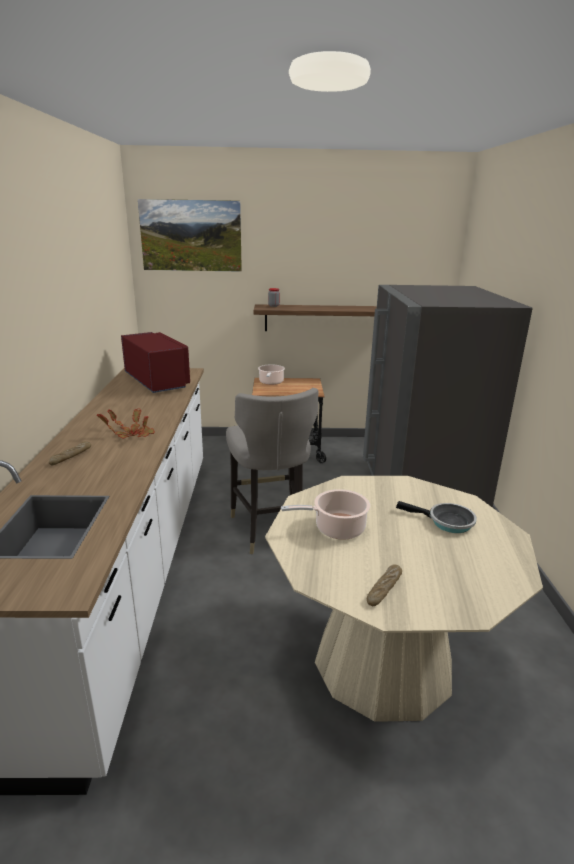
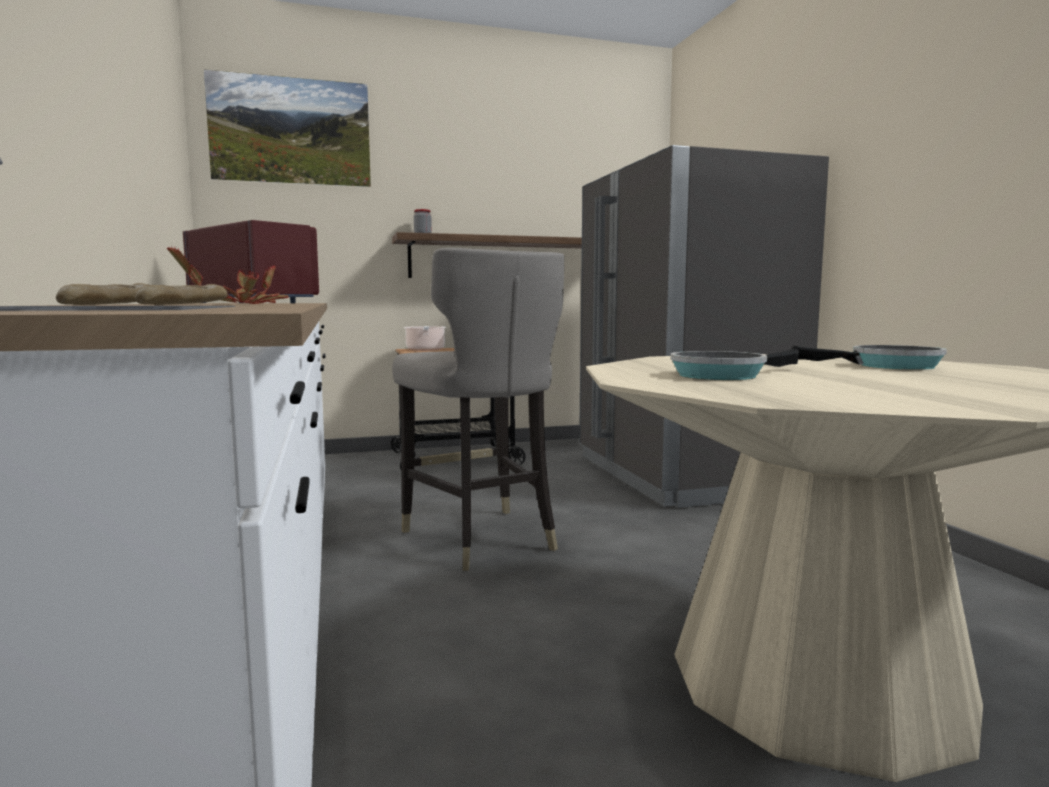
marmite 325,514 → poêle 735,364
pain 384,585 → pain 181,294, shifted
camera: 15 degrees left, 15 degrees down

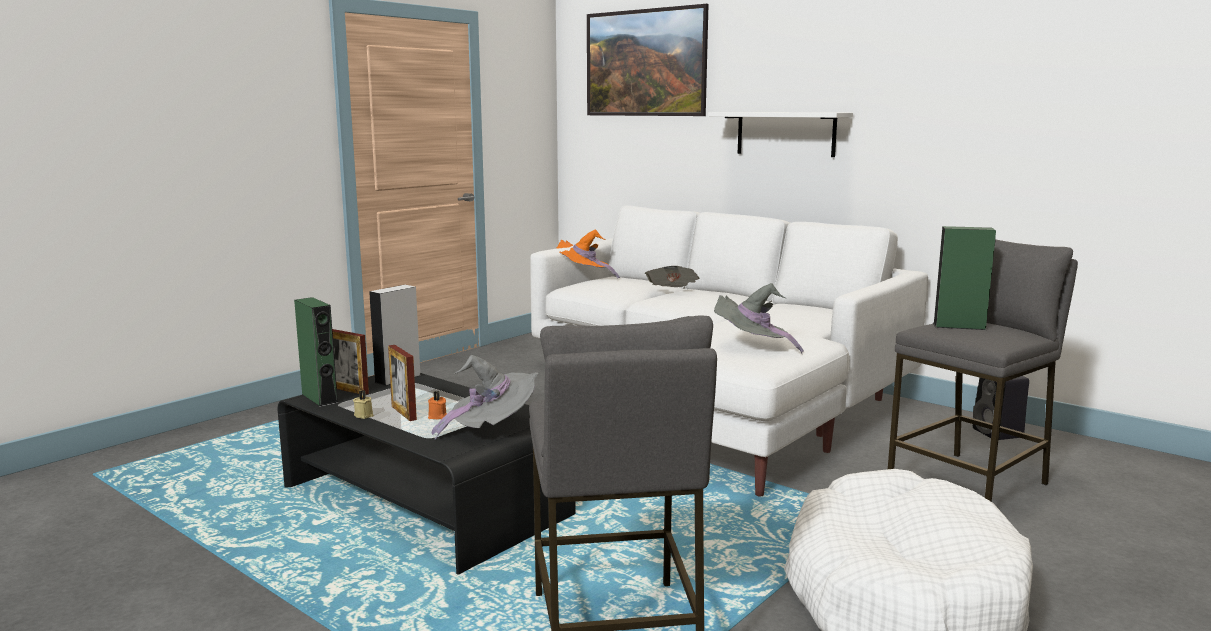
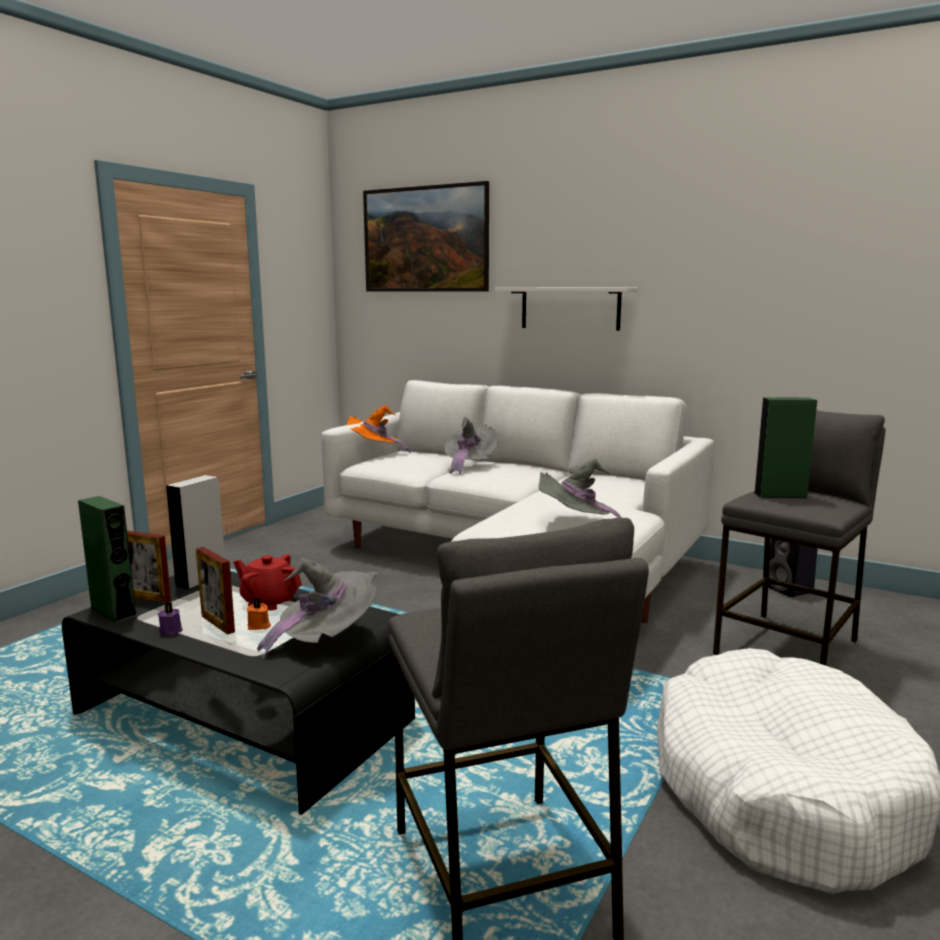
journal 672,276 → chapeau (gris) 471,446
bougie (beige) 363,404 → bougie (violet) 170,618
- → théière (rouge) 267,582
camera: 10 degrees left, 0 degrees up

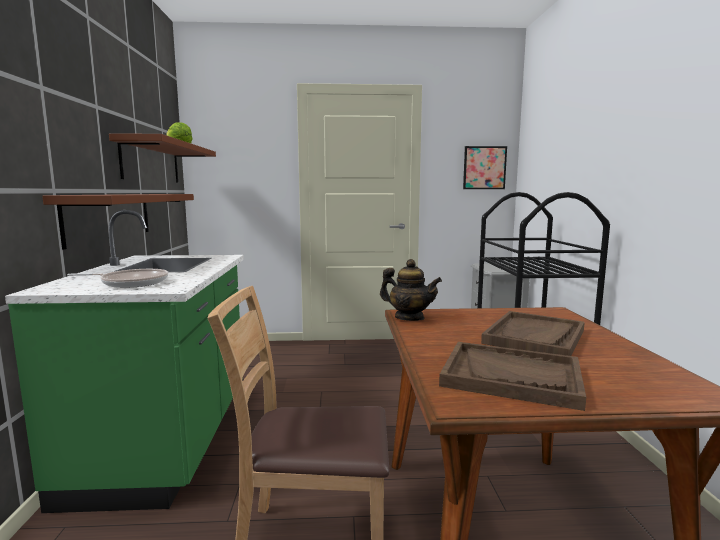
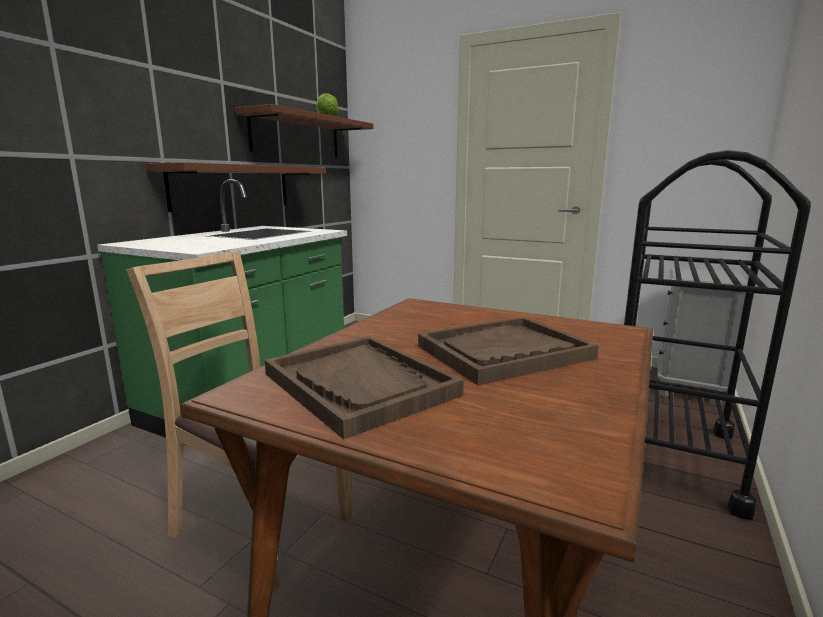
tableau 485,167 → -
théière 411,290 → -
poêle 117,278 → -
camera: 30 degrees right, 5 degrees up

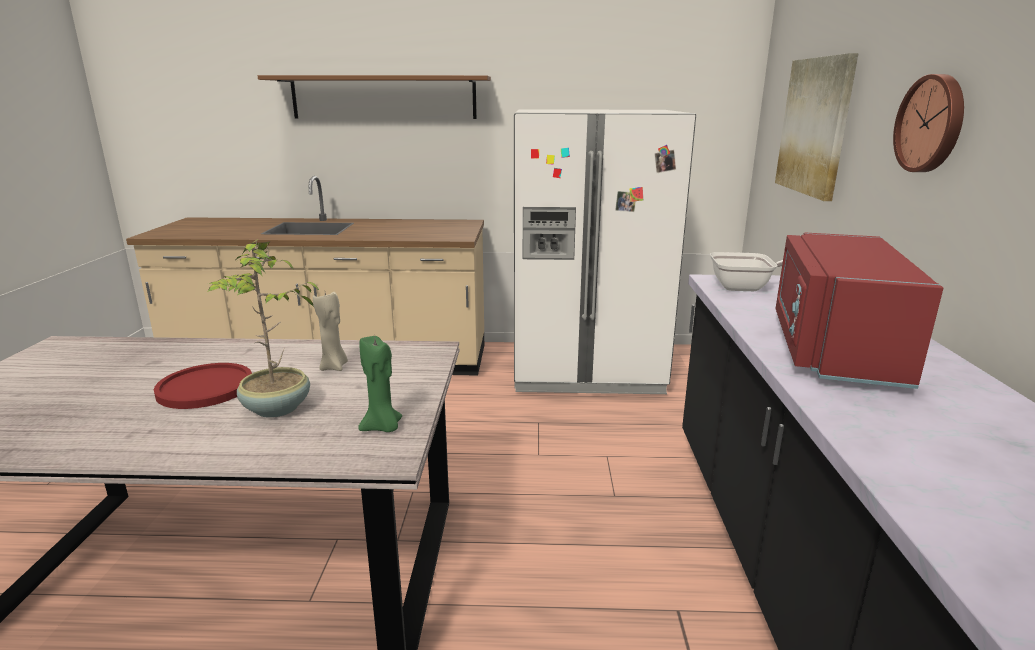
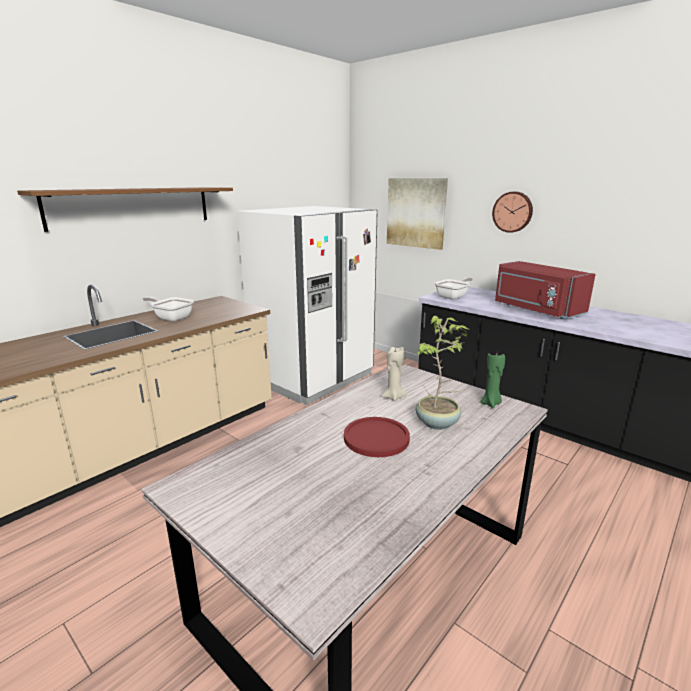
- → poêle 168,309
camera: 50 degrees left, 0 degrees up

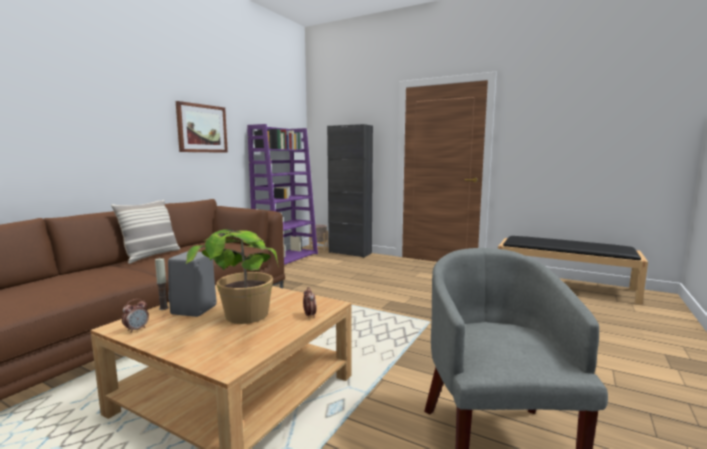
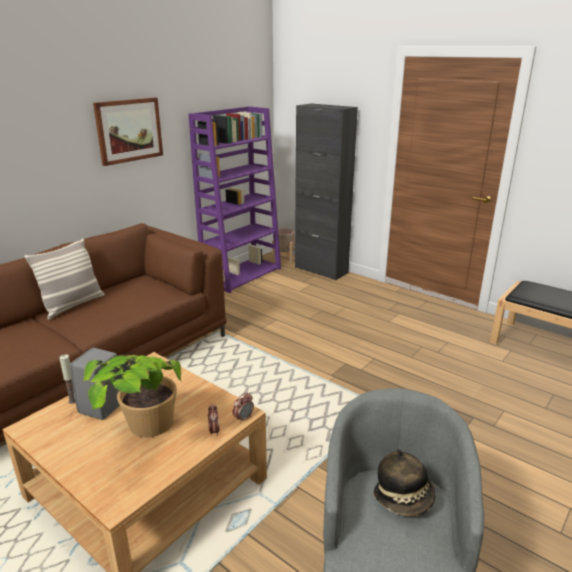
réveil 135,316 → réveil 243,407, shifted
- → chapeau 405,482
camera: 10 degrees right, 15 degrees up

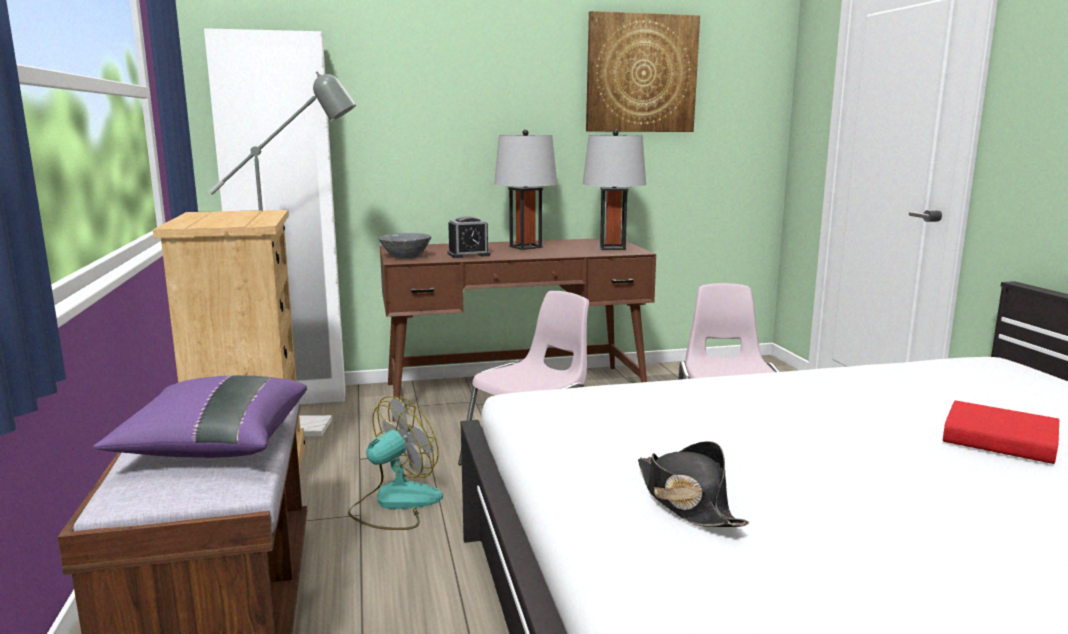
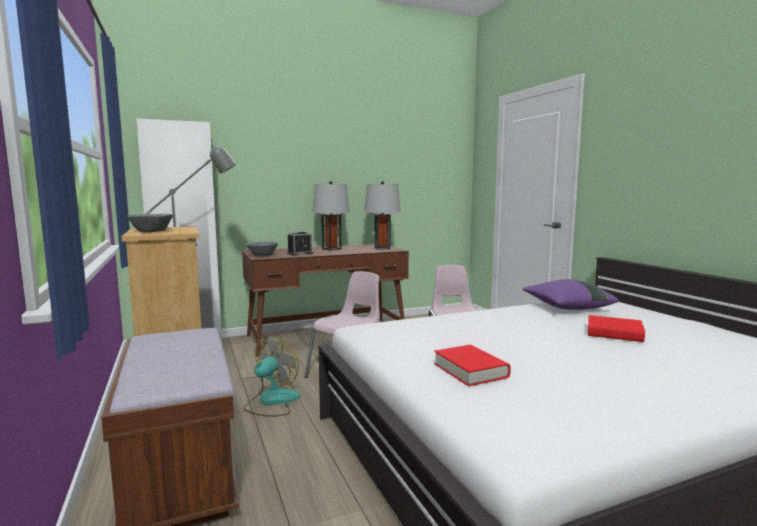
tableau 643,71 → -
coussin (violet) 200,416 → coussin (violet) 570,294, shifted
chapeau (noir) 693,484 → livre (rouge) 472,365
- → bol (gris) 150,223
camera: 10 degrees left, 5 degrees down

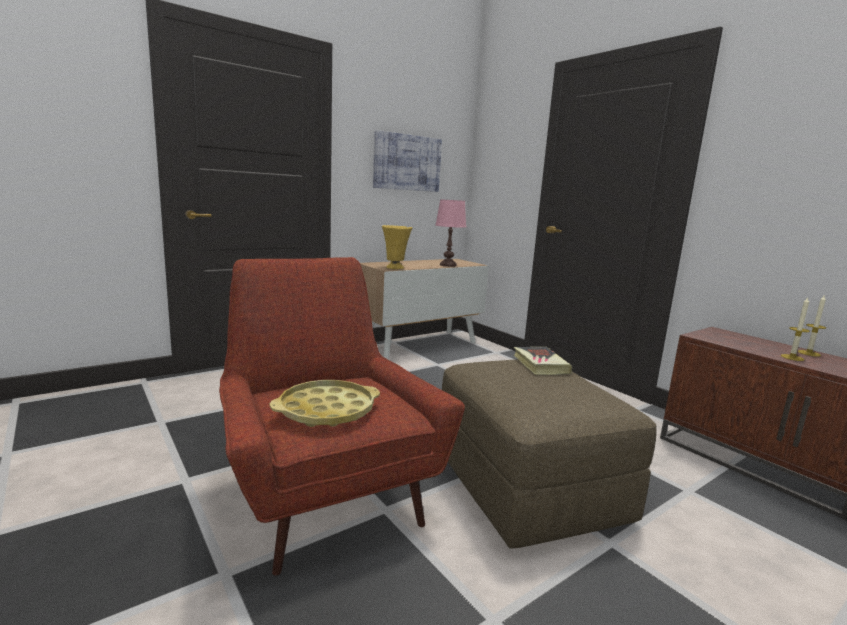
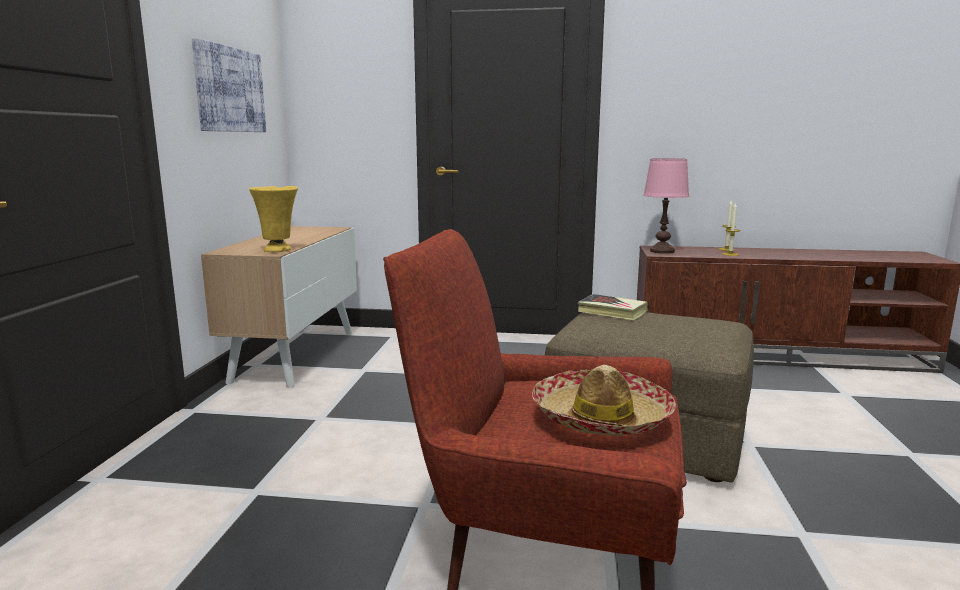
lampe de table (rose) 450,233 → lampe de table (rose) 666,206, shifted
plateau (jaune) 325,403 → chapeau 604,400
camera: 45 degrees left, 0 degrees up

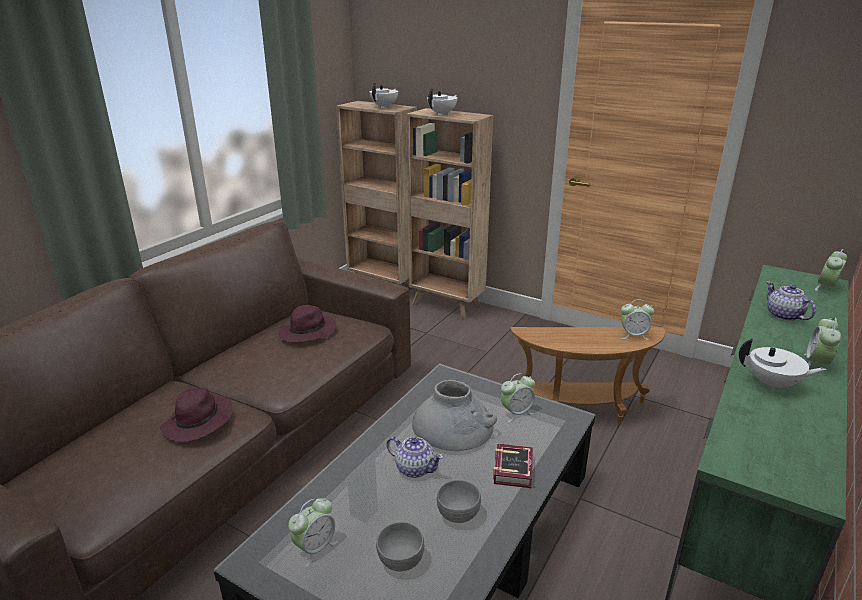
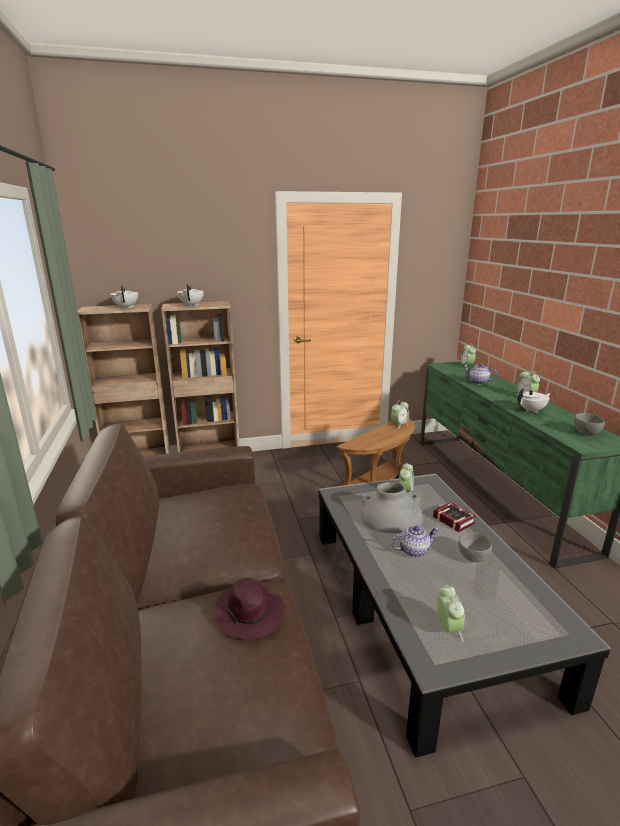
chapeau (violet) 307,323 → -
bol (gris) 400,547 → bol (gris) 589,424, shifted
camera: 45 degrees left, 5 degrees down

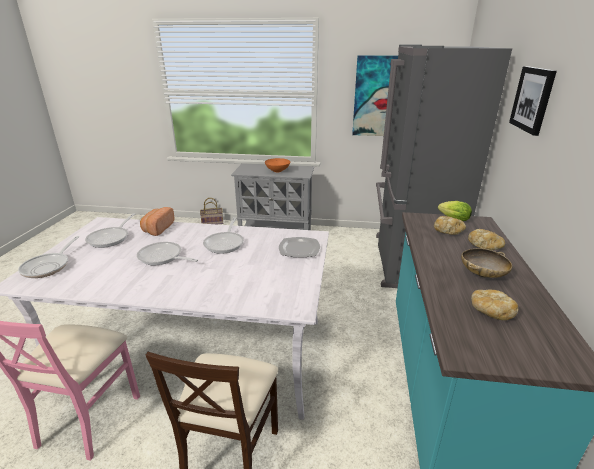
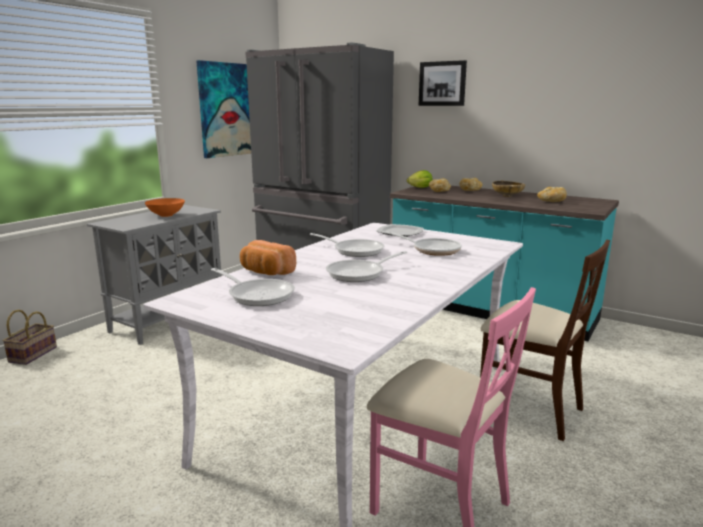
poêle 48,257 → poêle 424,244, shifted
camera: 65 degrees left, 10 degrees down

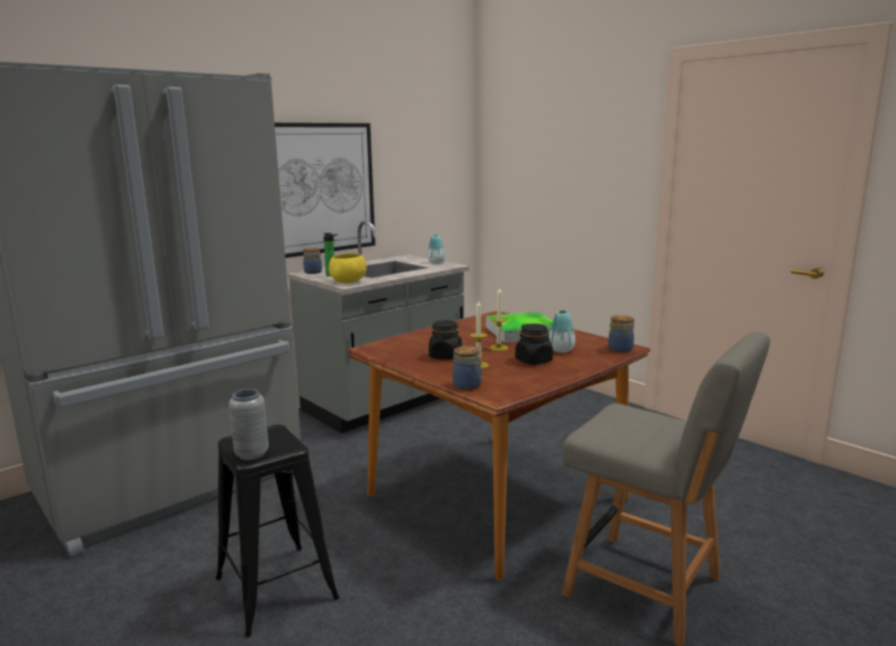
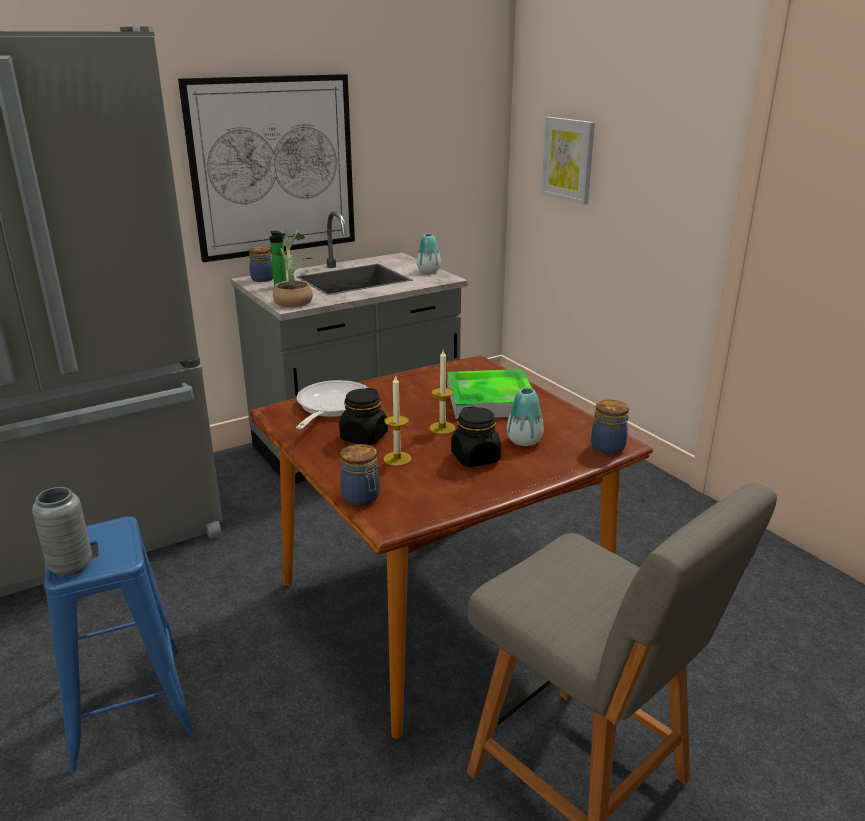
bol (jaune) 348,268 → plante en pot 293,268
tabouret (noir) 278,531 → tabouret (bleu) 119,645
- → tableau 568,161
- → poêle 332,404
camera: 10 degrees right, 10 degrees up

